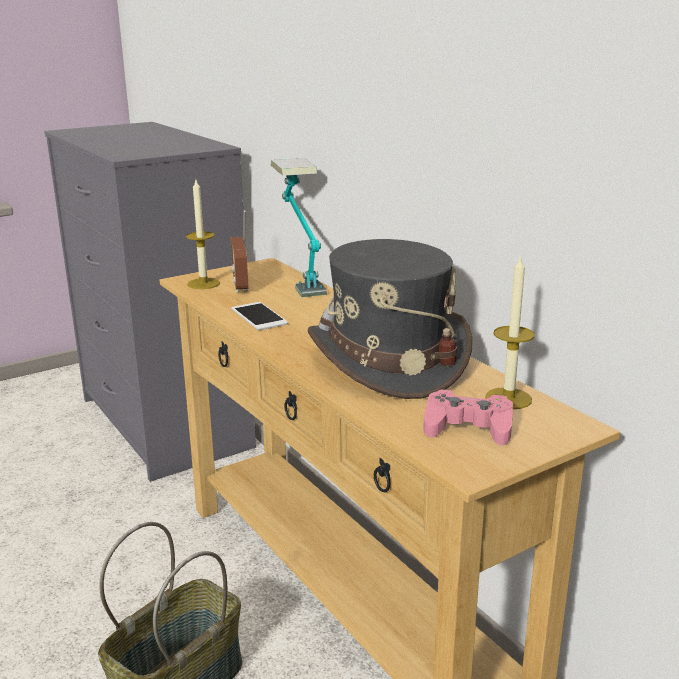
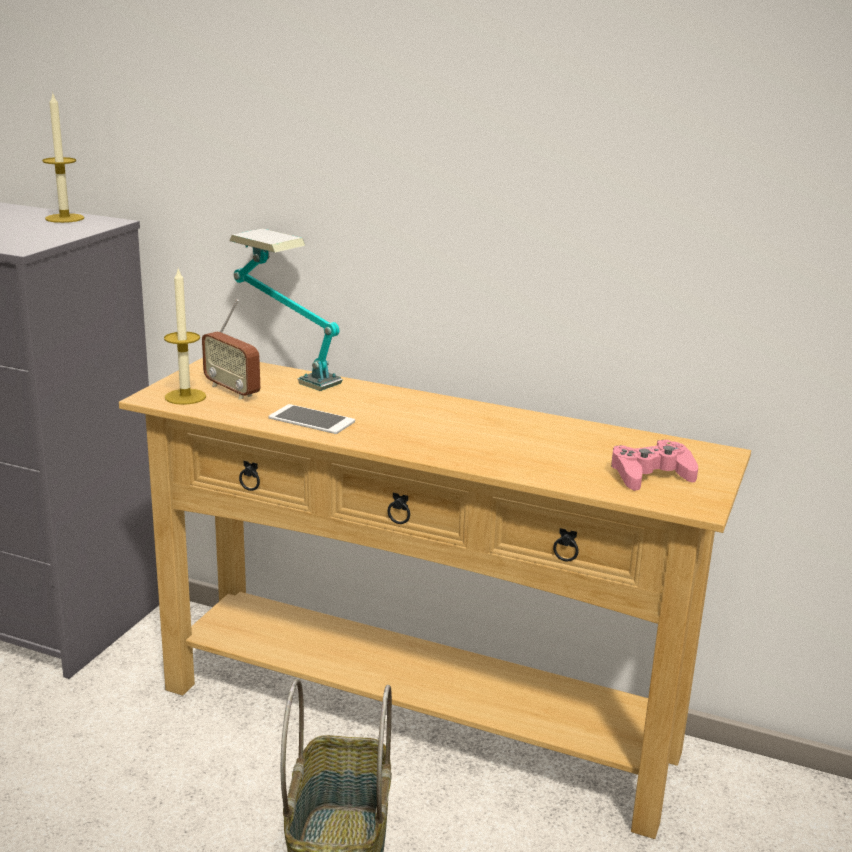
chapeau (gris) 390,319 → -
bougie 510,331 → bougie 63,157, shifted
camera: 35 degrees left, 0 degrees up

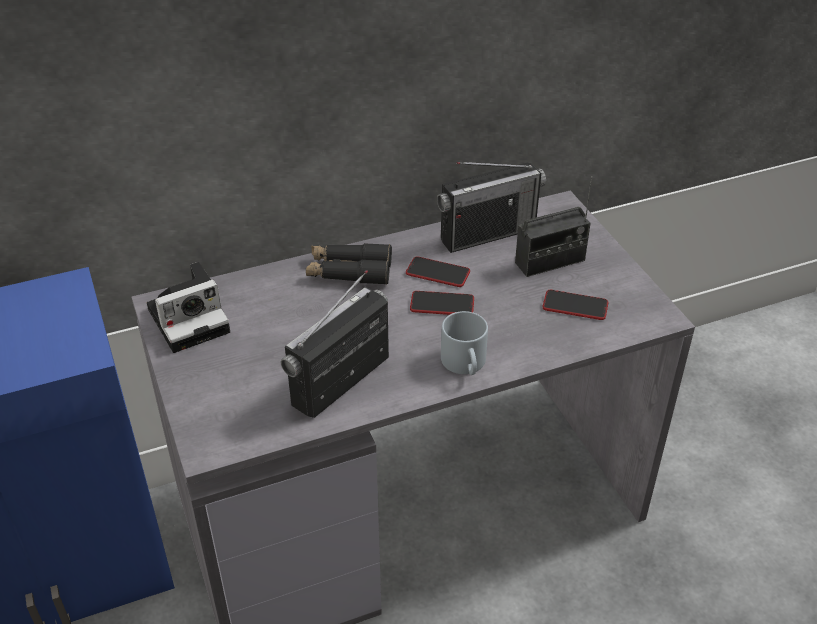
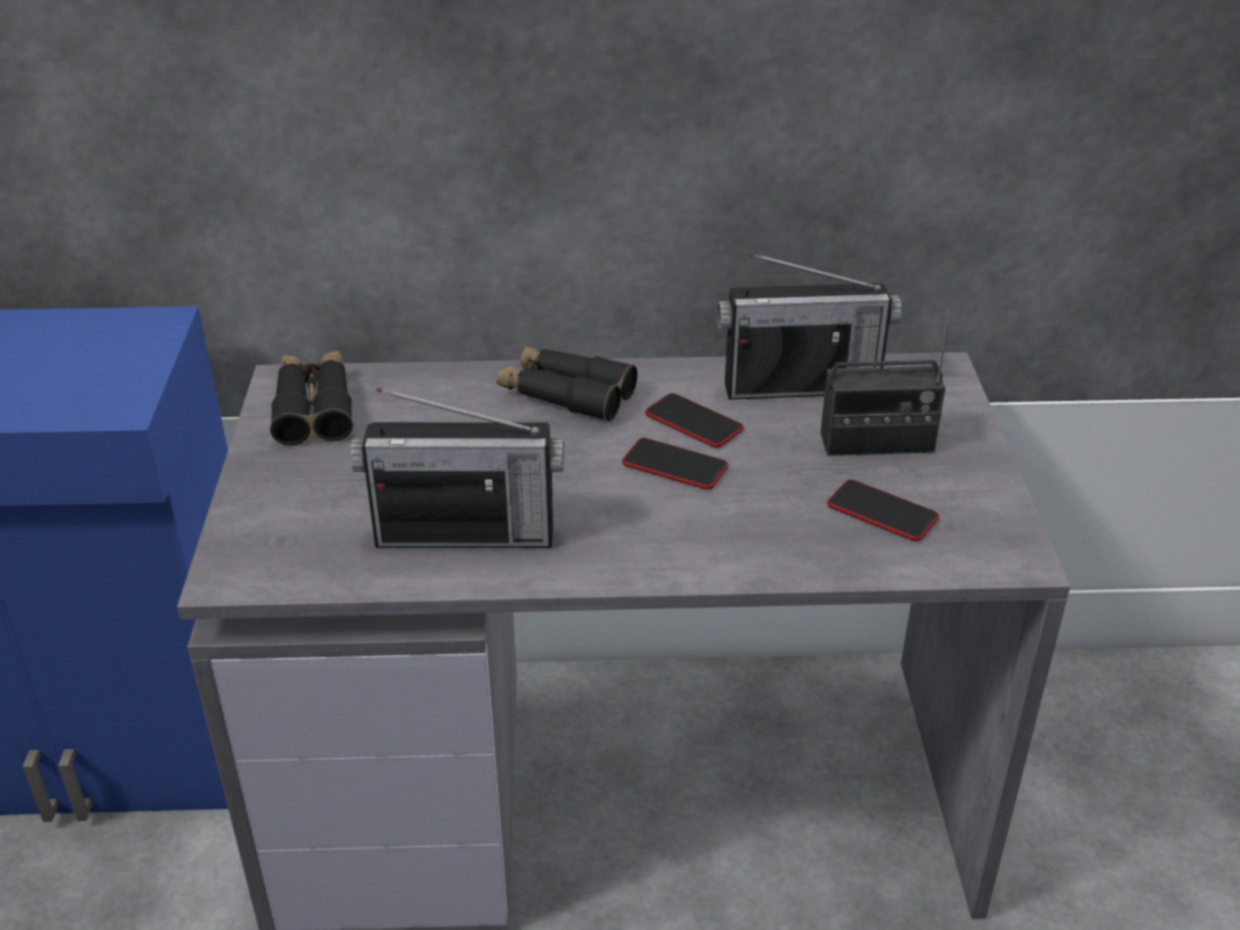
appareil photo 188,307 → jumelles (noir) 311,398
radio 335,344 → radio 457,468, 150 degrees counterclockwise
mug (gris) 464,343 → -
camera: 20 degrees right, 5 degrees down

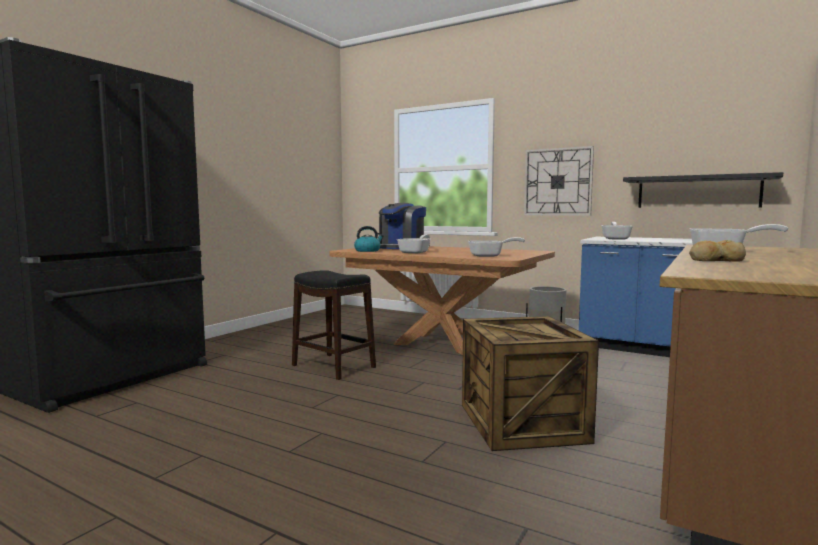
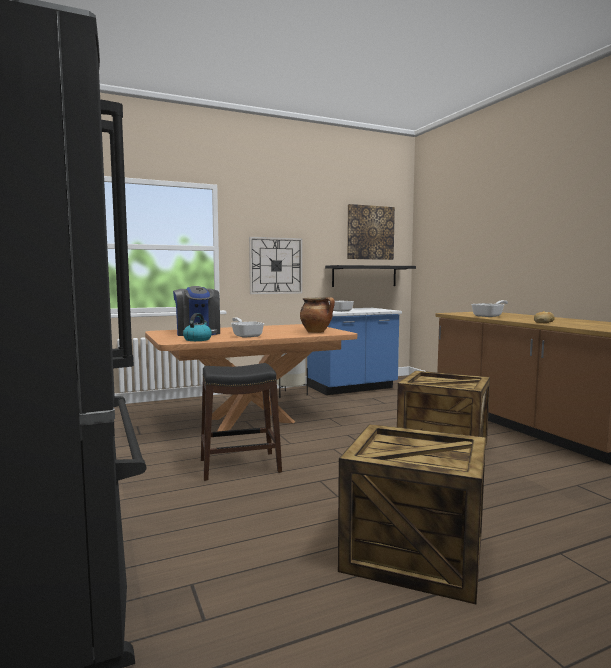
poêle 496,247 → marmite 317,315
- → tableau 371,232
- → caisse 412,514
camera: 55 degrees left, 0 degrees up

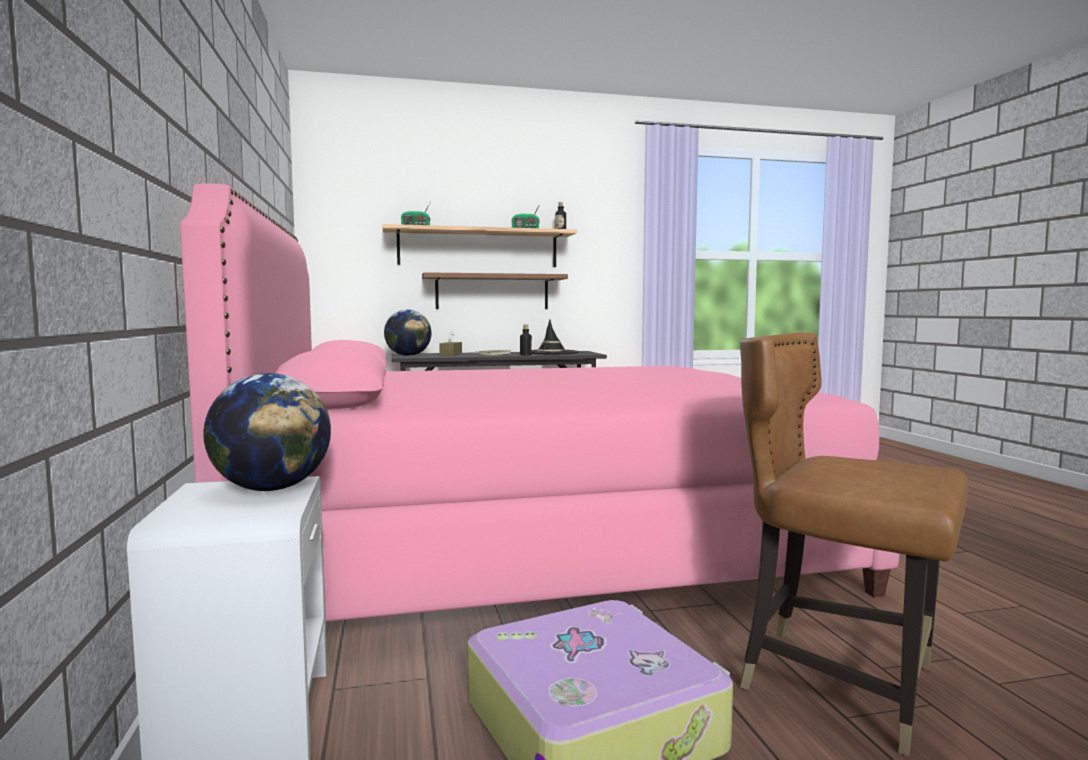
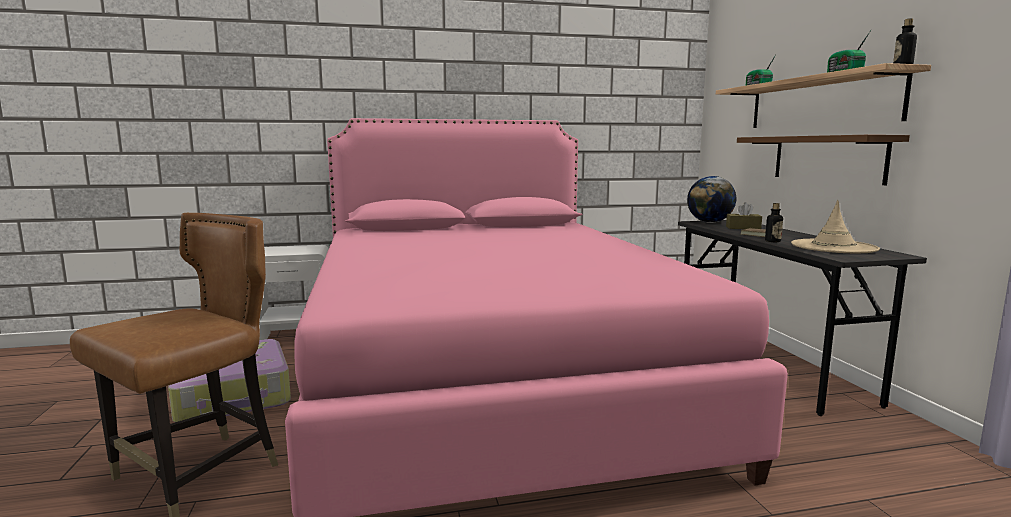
chapeau (noir) 555,337 → chapeau (beige) 835,226
globe 267,432 → -
camera: 90 degrees right, 5 degrees up

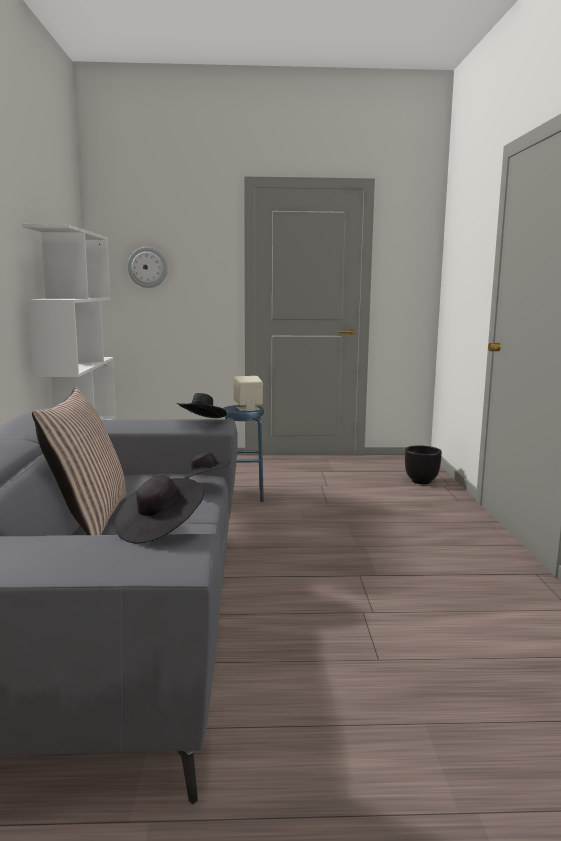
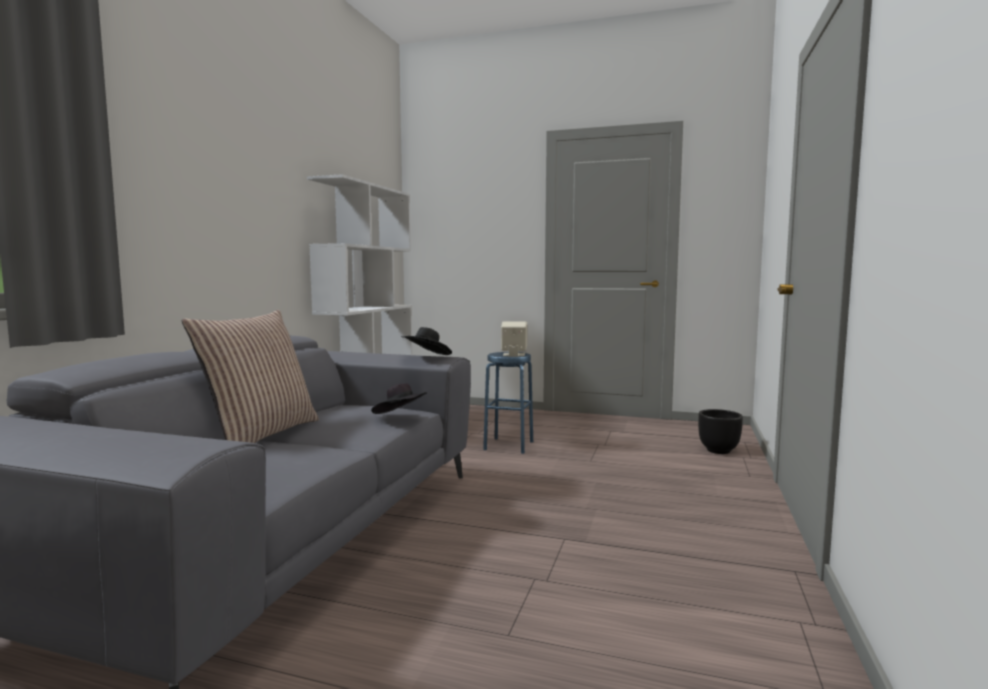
horloge murale 148,267 → -
chapeau (noir) 159,510 → -
camera: 20 degrees right, 5 degrees down

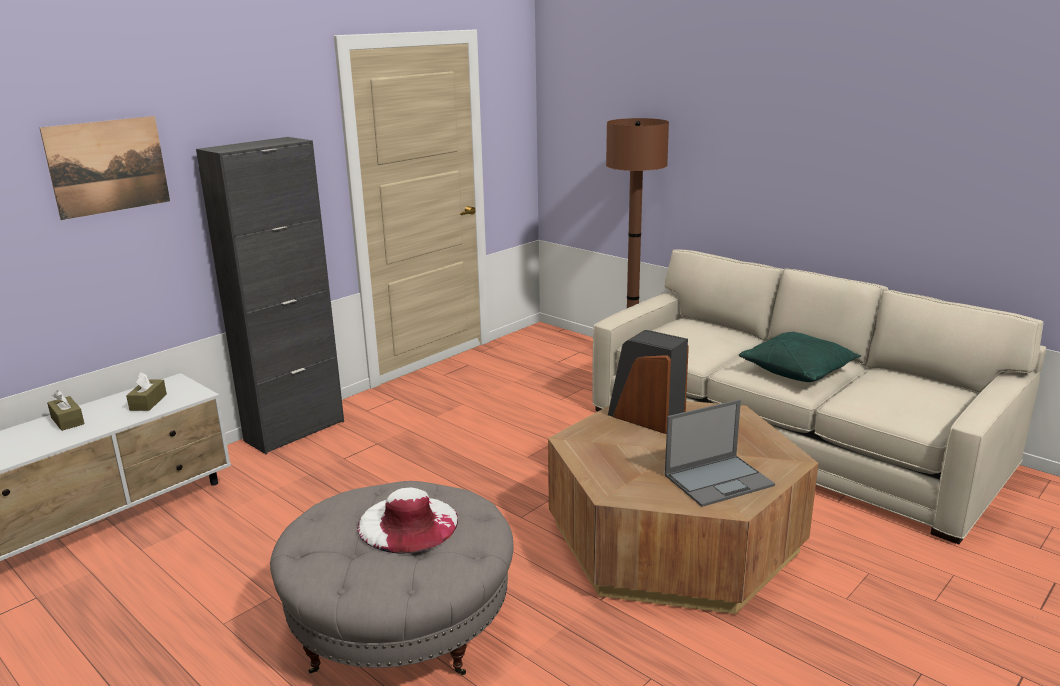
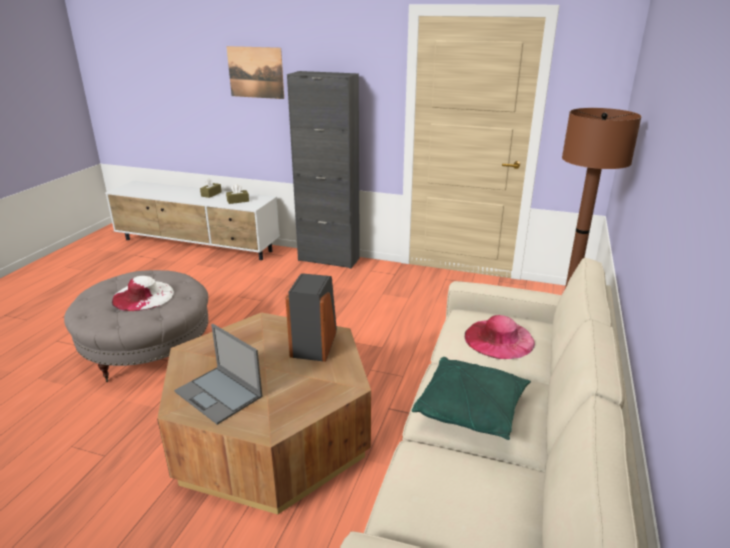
- → chapeau (rose) 500,337
camera: 65 degrees right, 5 degrees up

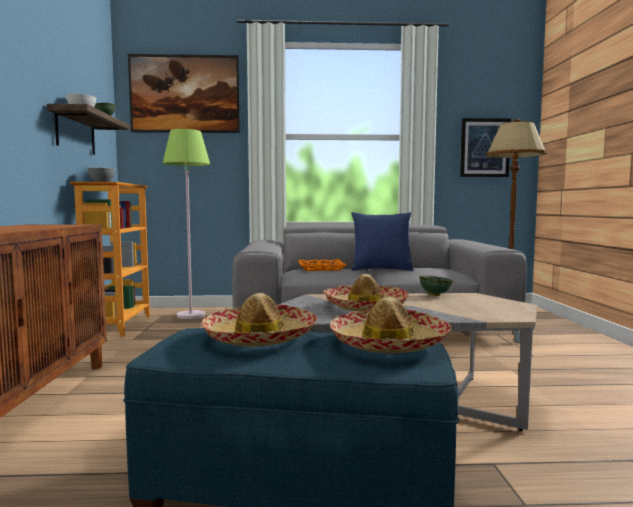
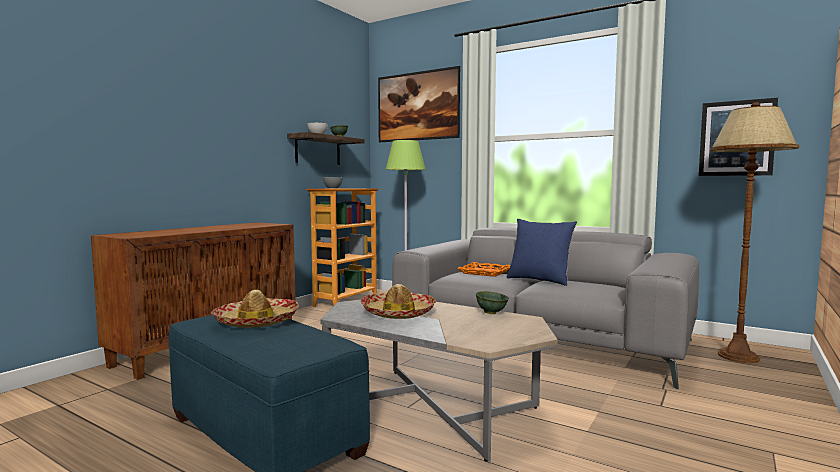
chapeau 391,325 → -
camera: 35 degrees right, 0 degrees up

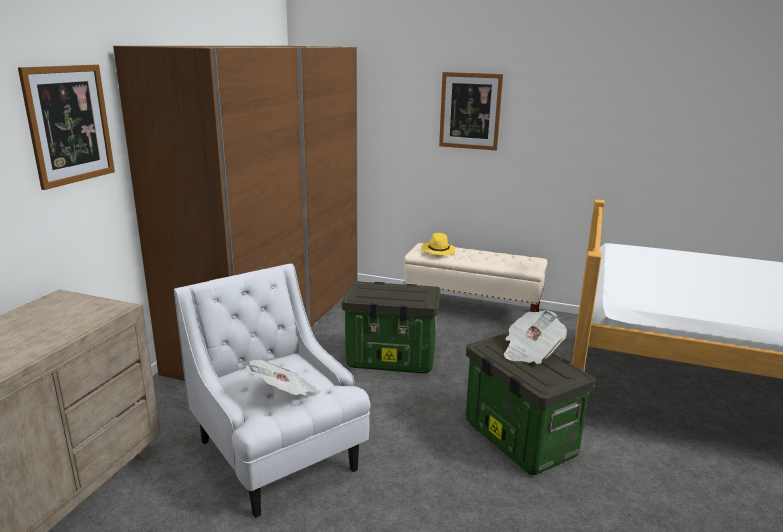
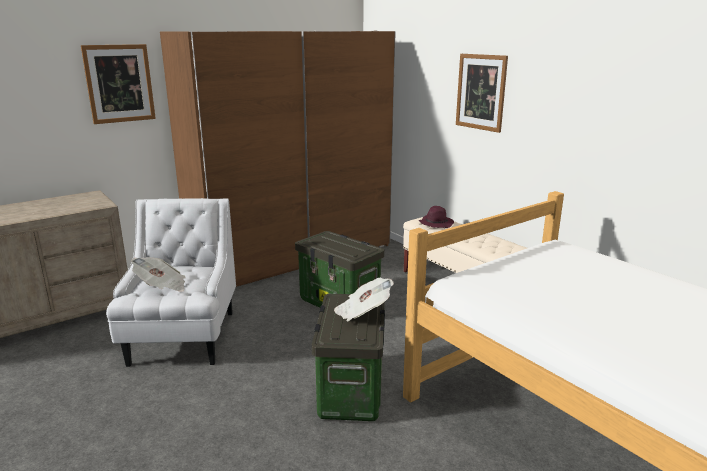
chapeau (jaune) 438,244 → chapeau (violet) 436,217
camera: 35 degrees right, 0 degrees up

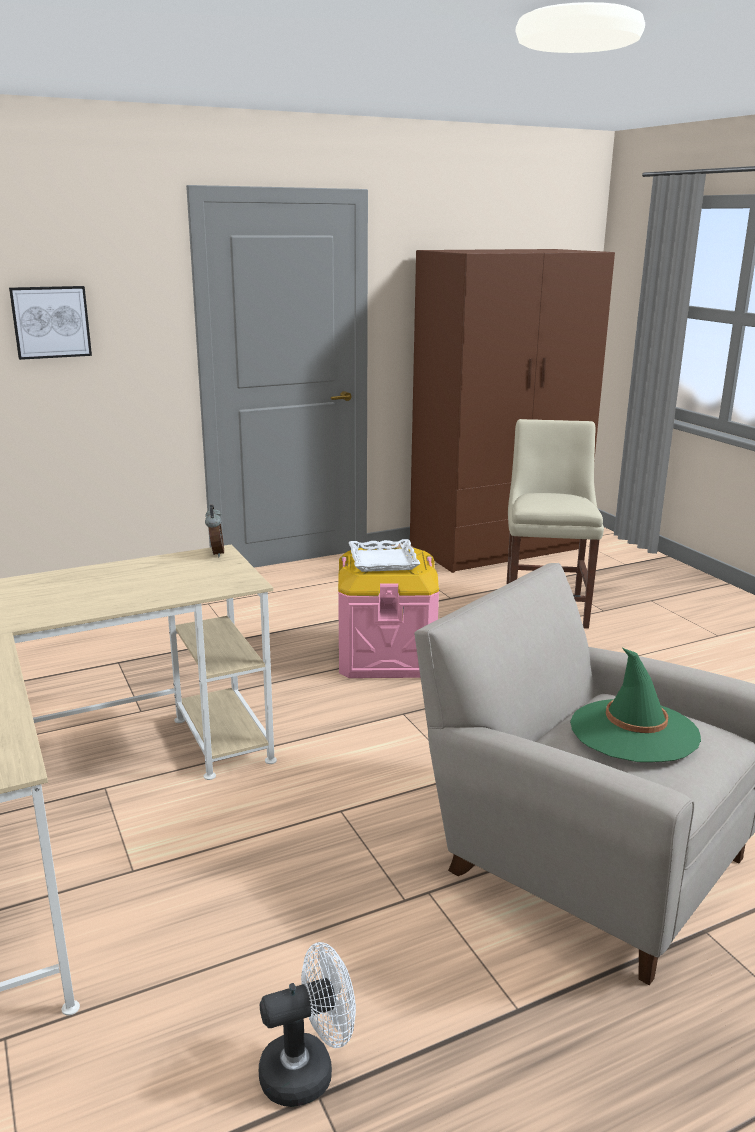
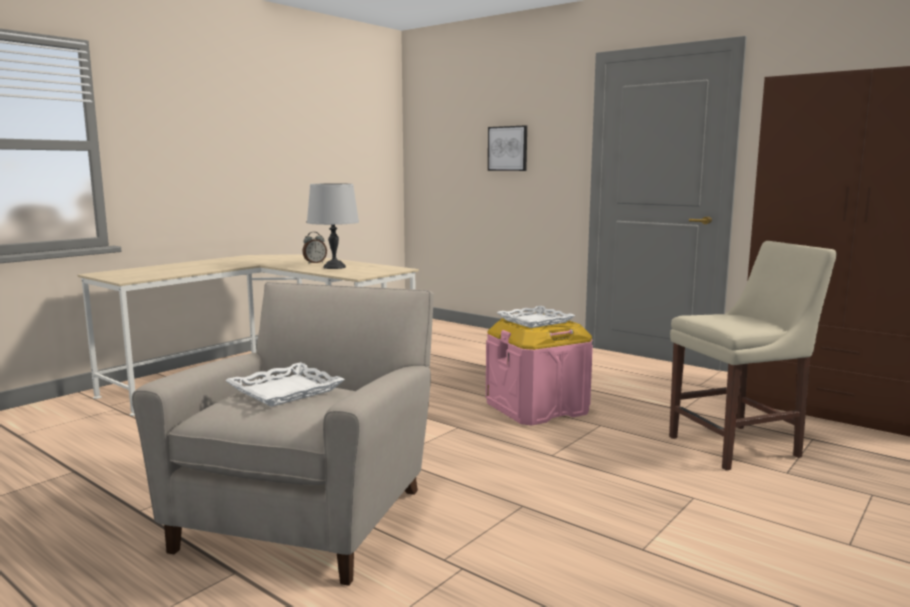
réveil 214,531 → réveil 314,248, shifted
chapeau (vert) 635,705 → plateau (blanc) 285,384
ventilateur (blanc) 307,1024 → -
- → lampe de table (gris) 333,226
camera: 65 degrees right, 10 degrees down

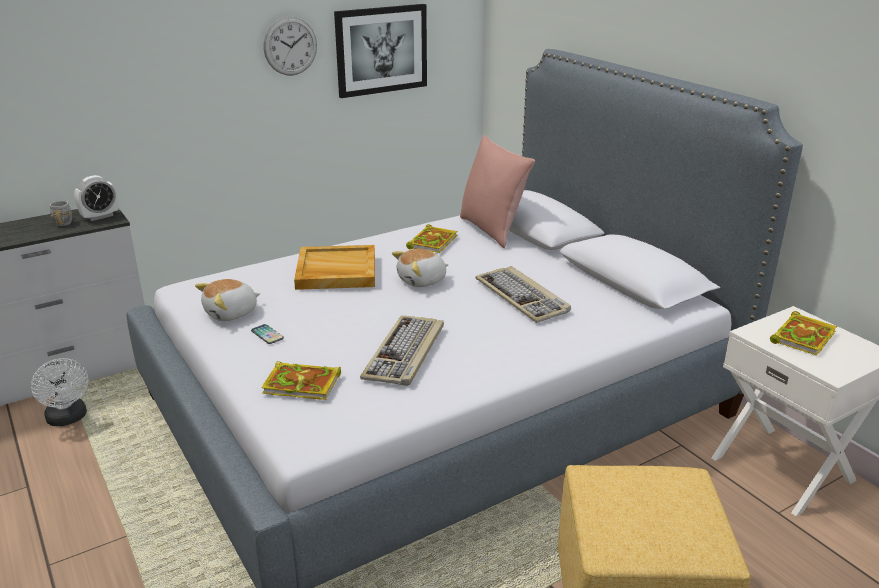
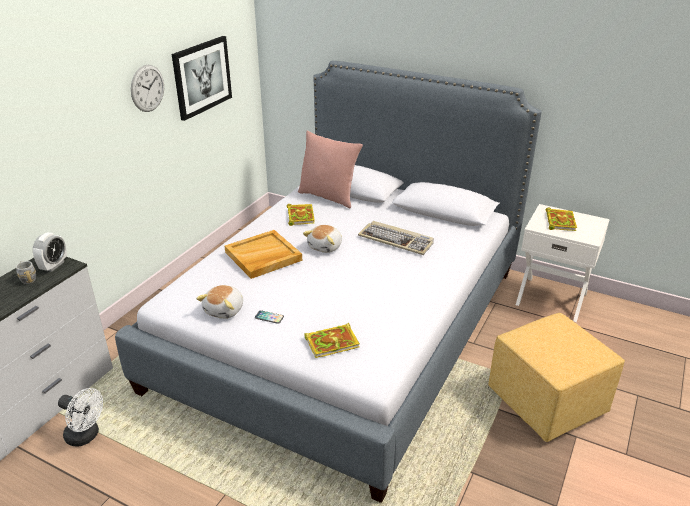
clavier 402,351 → -
camera: 30 degrees left, 5 degrees up

